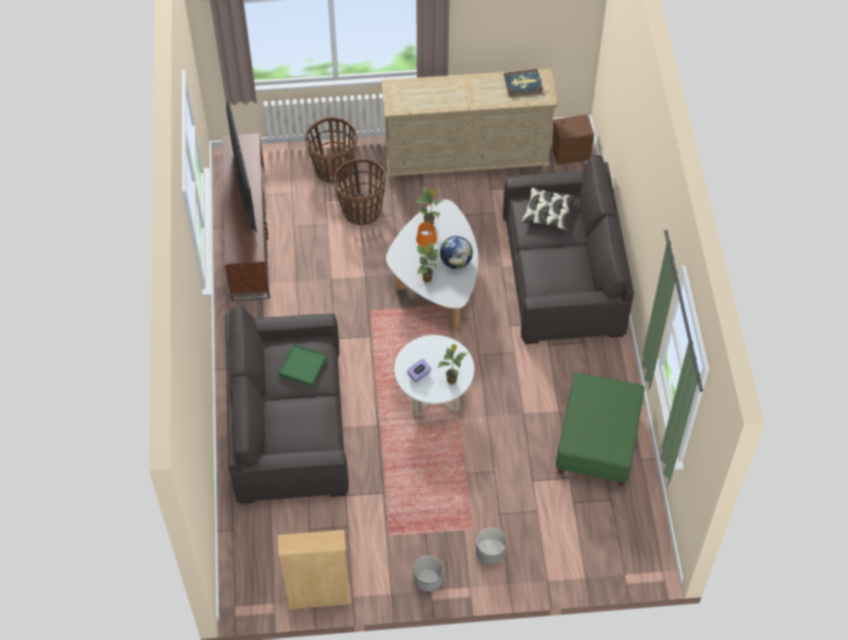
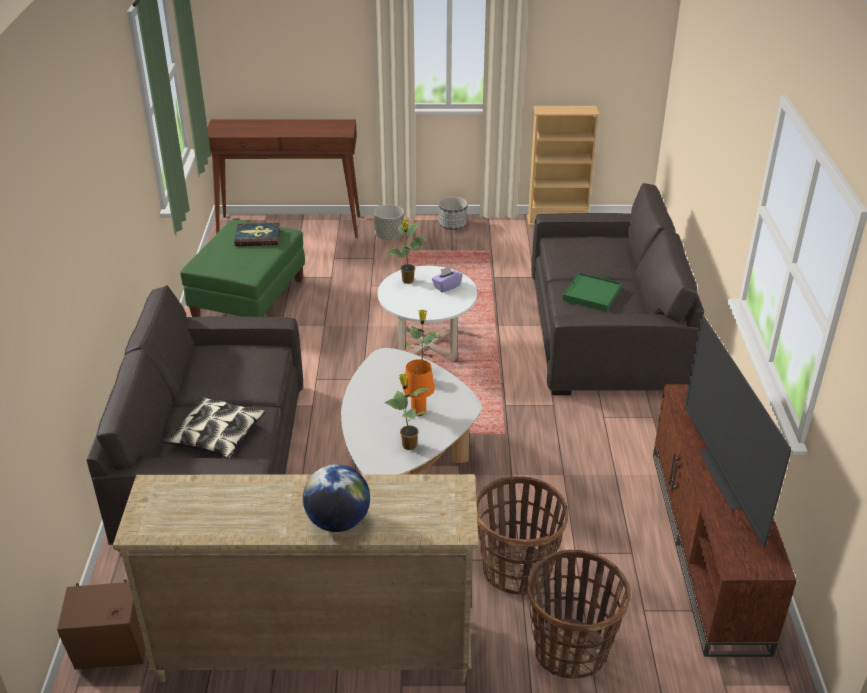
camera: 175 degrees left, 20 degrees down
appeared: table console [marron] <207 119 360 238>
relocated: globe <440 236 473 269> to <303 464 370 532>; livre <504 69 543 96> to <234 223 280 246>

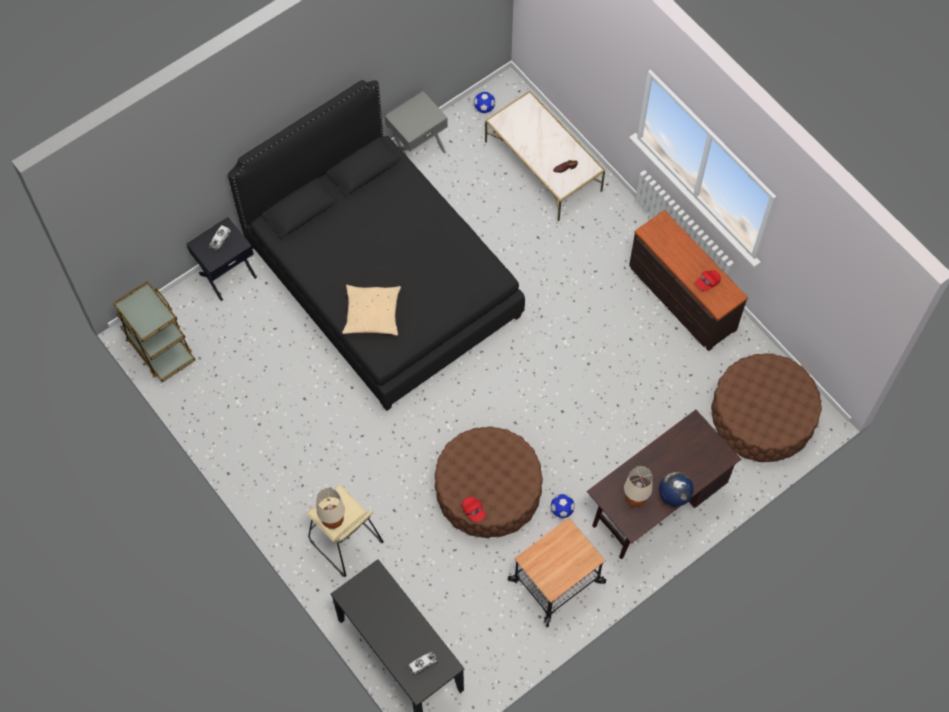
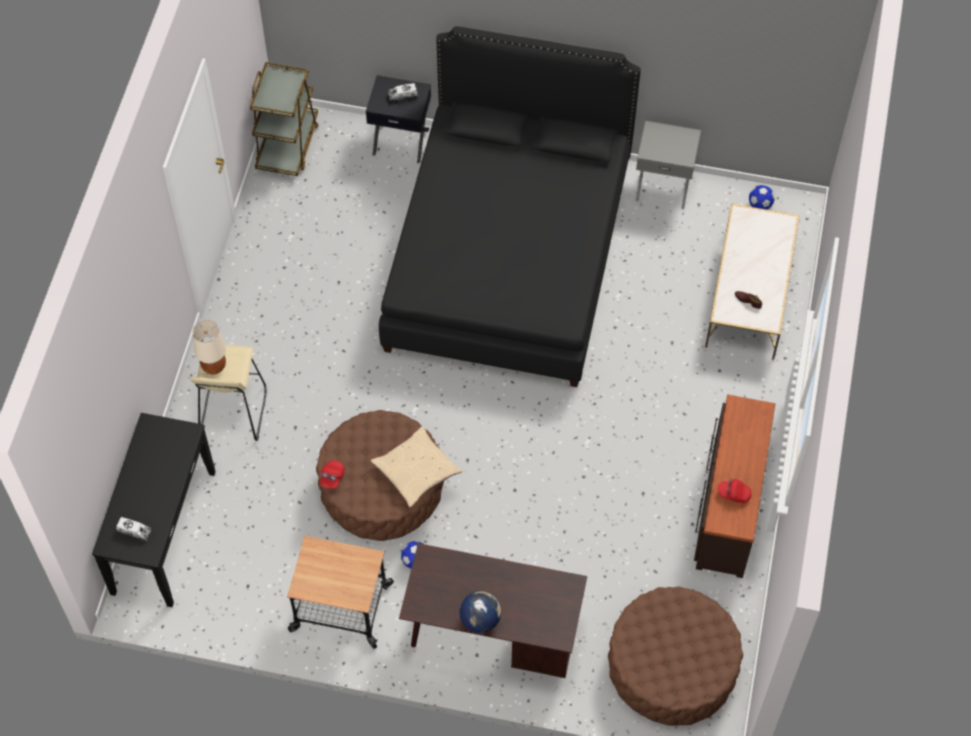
camera: 50 degrees right, 5 degrees down
missing: lampe de table [beige] <624 466 653 507>
relocated: coussin [beige] <342 285 401 336> to <371 426 463 507>

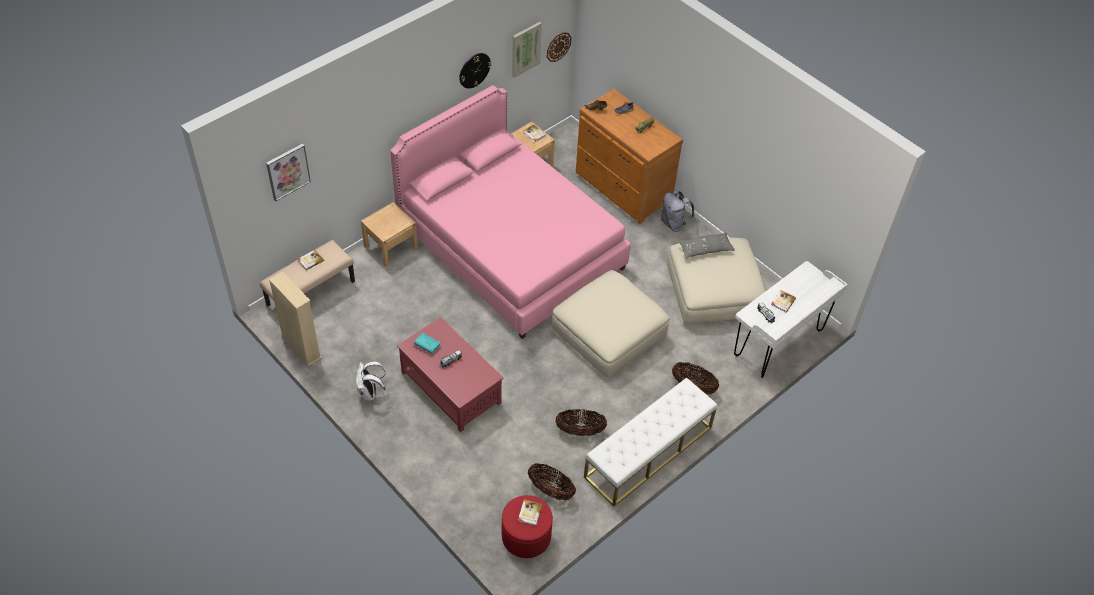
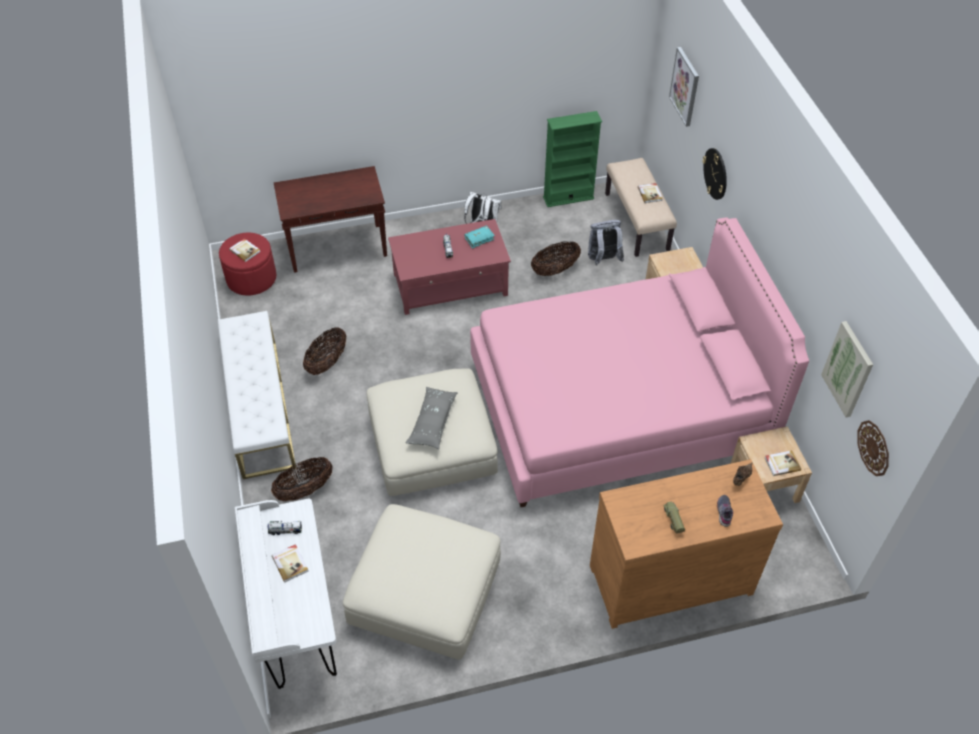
camera: 120 degrees right, 0 degrees up
appeared: table console [marron] <274 166 387 273>
relocated: horloge murale <459 53 491 89> to <702 148 727 200>; panier <528 463 576 500> to <531 241 581 276>; sac à dos [gris] <661 190 694 232> to <588 220 624 265>; coussin [gris] <678 232 735 258> to <406 387 458 450>
colour: bibliothèque [beige] <269 271 322 366> to bibliothèque [vert] <543 111 602 207>

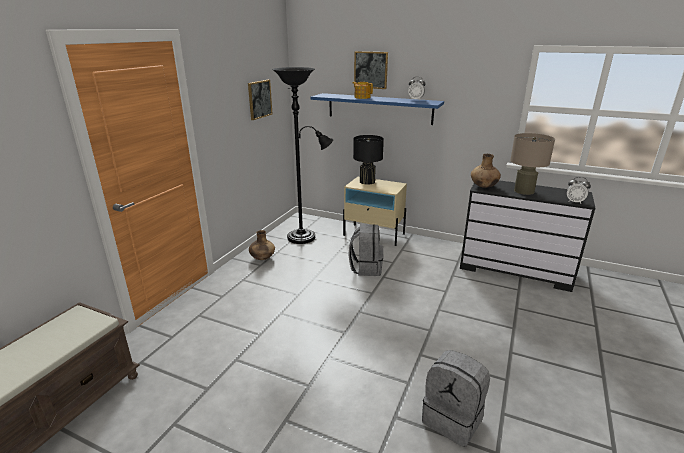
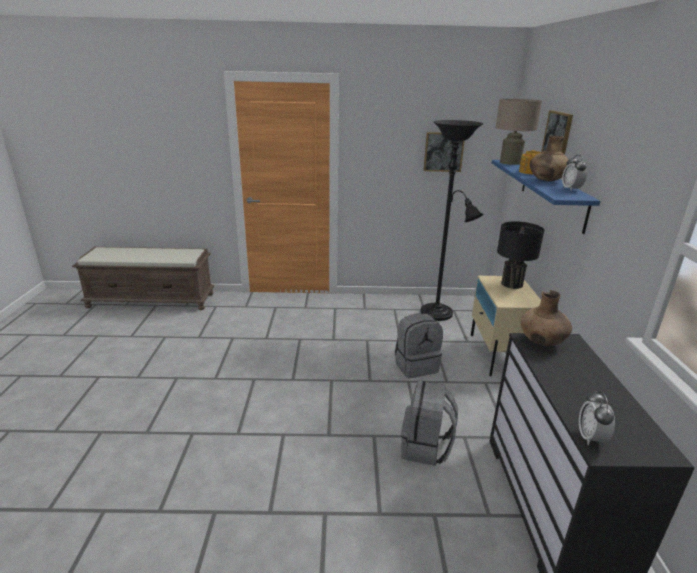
camera: 65 degrees right, 0 degrees up
relocated: vase [marron] <249 230 275 260> to <530 136 569 181>; sac à dos [gris] <422 350 490 447> to <401 381 458 466>; lampe de table [beige] <510 133 555 195> to <495 99 542 165>

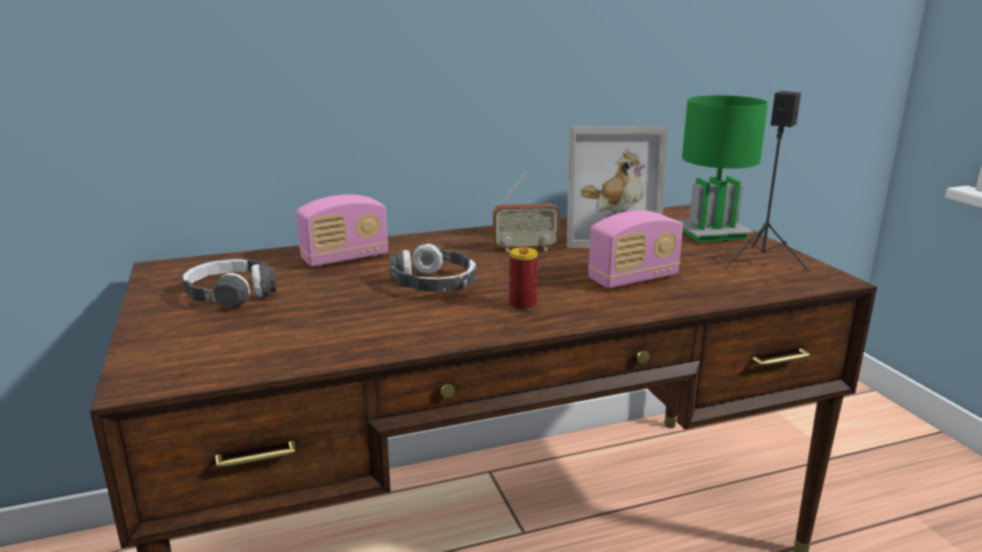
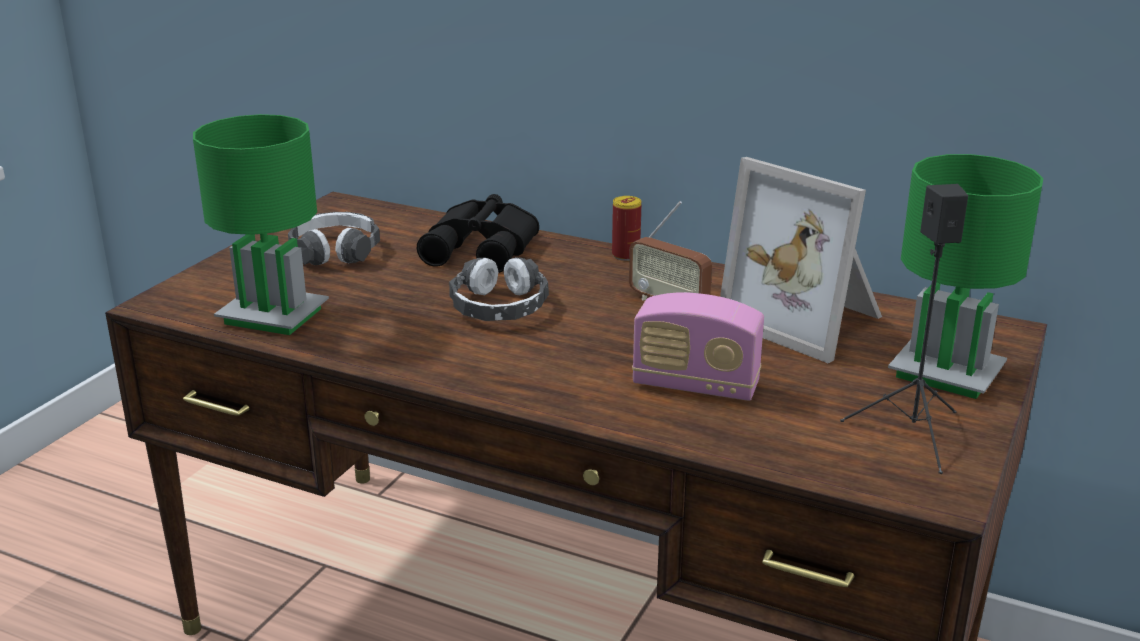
camera: 45 degrees right, 5 degrees up
appeared: lampe de table [vert] <193 114 329 335>
relocated: boîte métallique <509 247 538 311> to <612 196 641 261>
exchanged: radio <296 194 388 267> to jumelles [noir] <417 194 539 273>

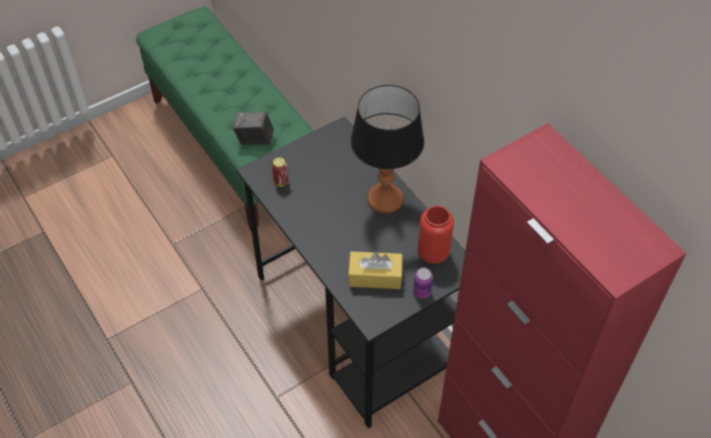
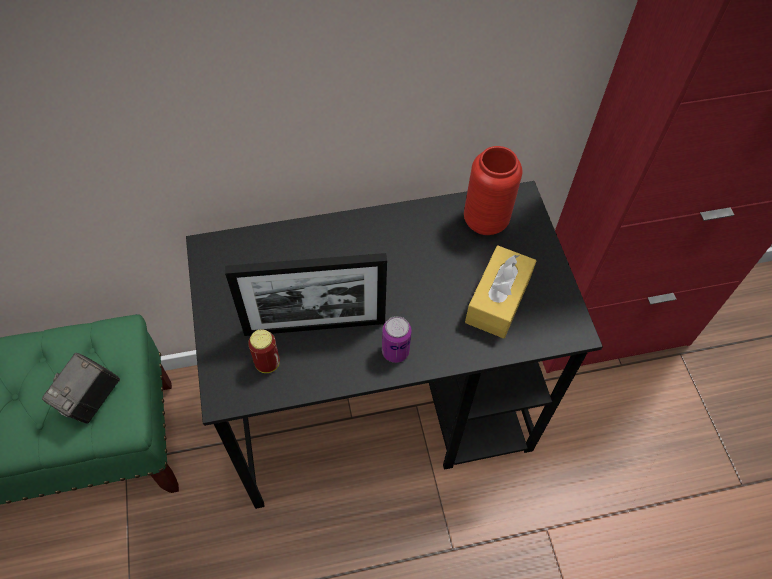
camera: 70 degrees left, 5 degrees up
missing: lampe de table <351 85 424 214>
appeared: cadre photo <225 253 387 336>
relocated: boîte métallique <413 267 433 299> to <382 316 412 363>

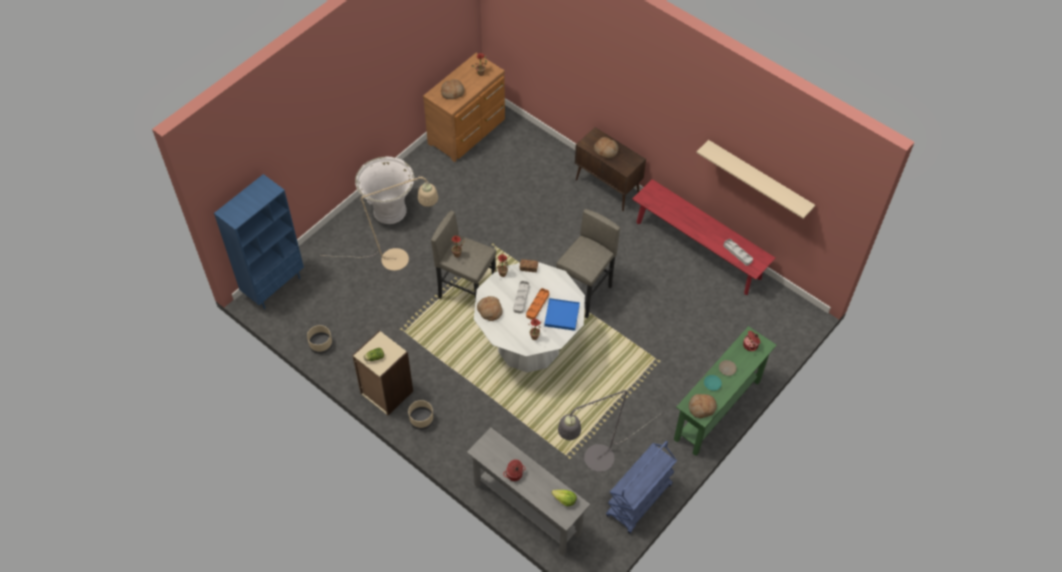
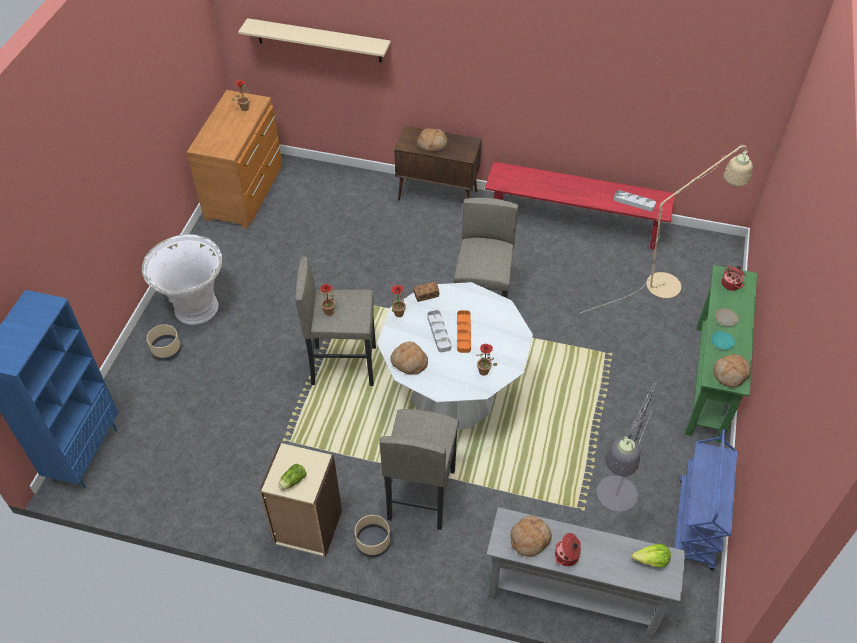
camera: 25 degrees left, 5 degrees down
missing: plateau [bleu] <544 298 580 331>
appeared: tabouret [gris] <379 409 459 530>
relocated: cache-pot [beige] <307 325 333 354> to <147 325 181 361>; lampadaire [beige] <320 176 438 271> to <580 144 753 313>; pain <441 79 464 99> to <510 515 552 557>; étagère [beige] <697 140 815 219> to <238 18 391 63>

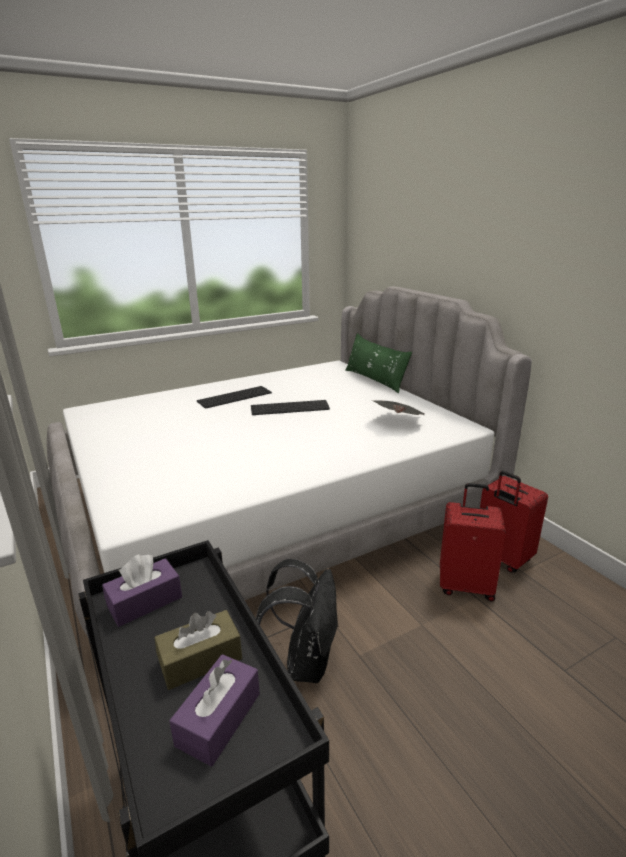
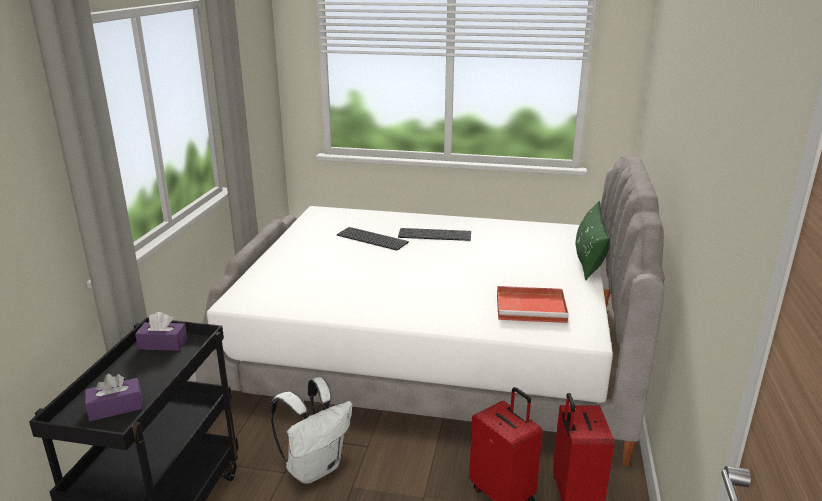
camera: 40 degrees right, 0 degrees up
missing: boîte à mouchoirs [marron] <154 610 242 690>
relocated: clavier <251 400 330 415> to <337 227 409 250>
exchanged: journal <370 400 424 415> to plateau [rouge] <497 286 569 323>
colour: sac à dos [noir] <256 559 339 683> to sac à dos [blanc] <270 377 352 484>

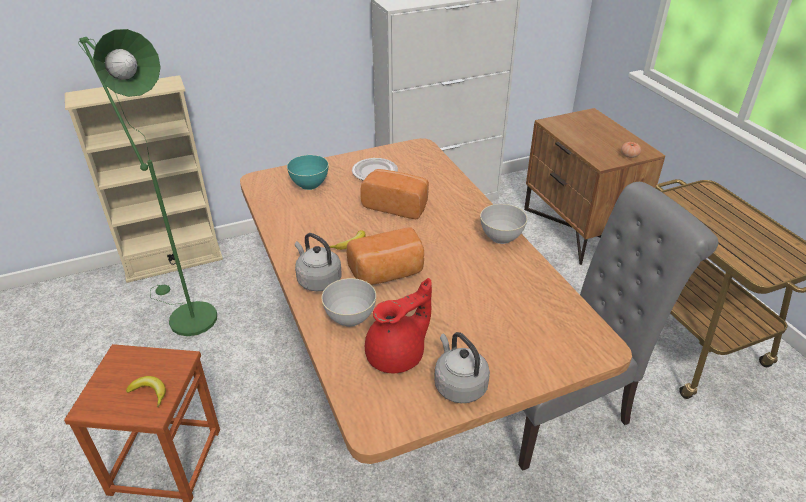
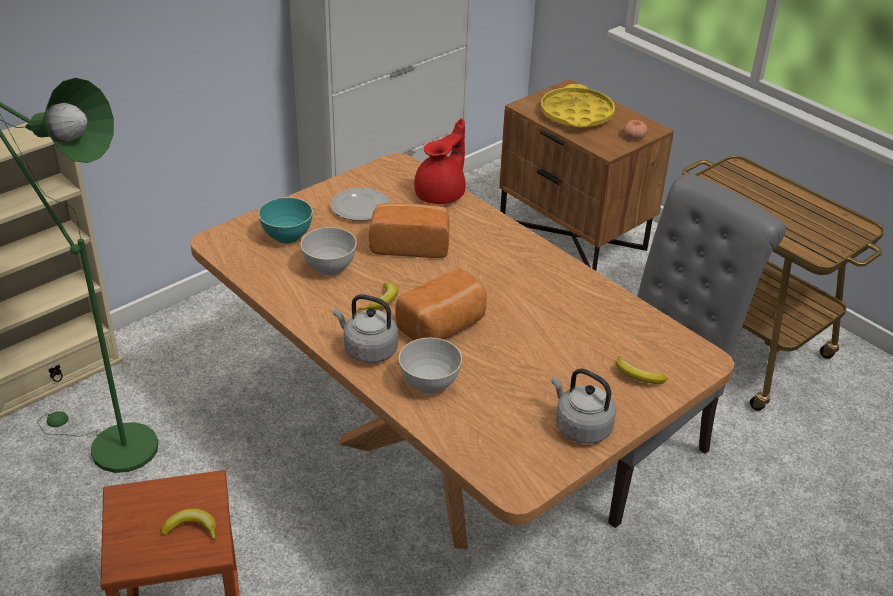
camera: 20 degrees left, 0 degrees up
appeared: plateau [jaune] <541 84 615 127>; banane <616 356 667 384>
relocated: théière [rouge] <365 278 432 374> to <414 118 466 204>; bol [gris] <480 204 527 244> to <301 227 357 275>

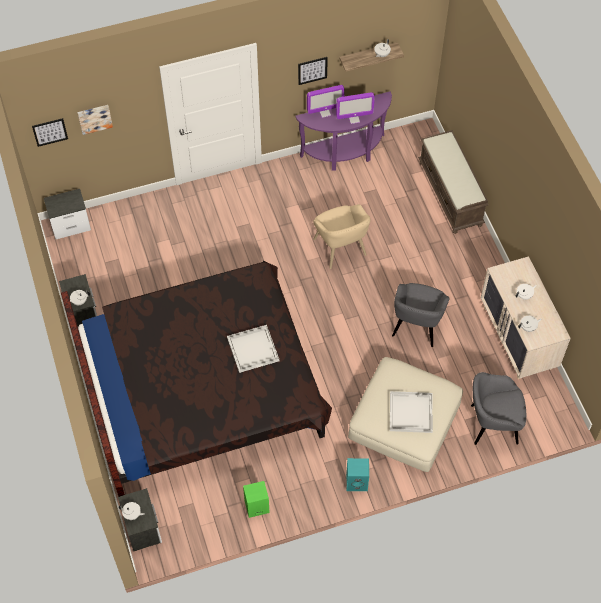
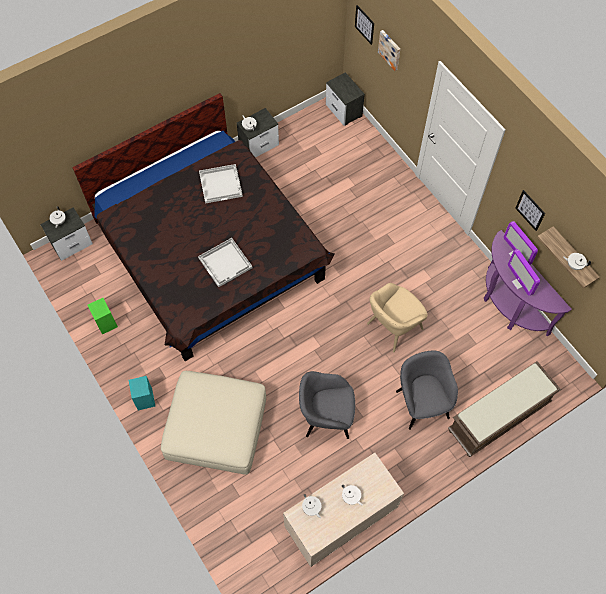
camera: 75 degrees right, 5 degrees up
relocated: plateau [blanc] <390 391 433 433> to <199 164 243 204>; fauteuil [gris] <471 372 526 445> to <396 351 458 430>

